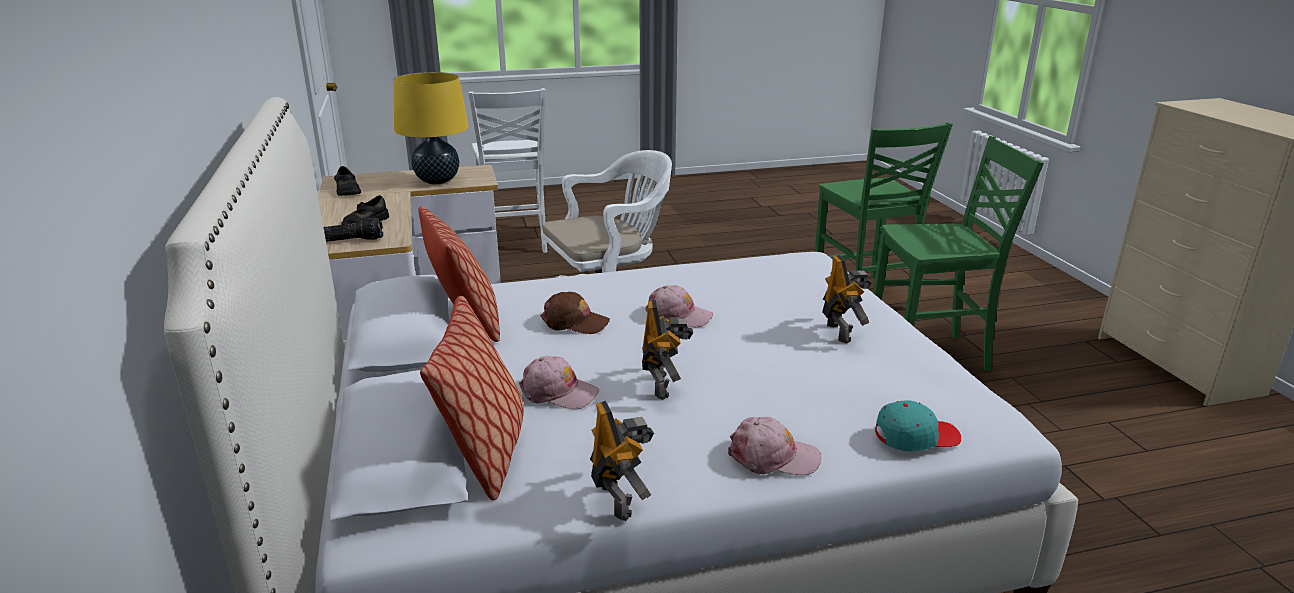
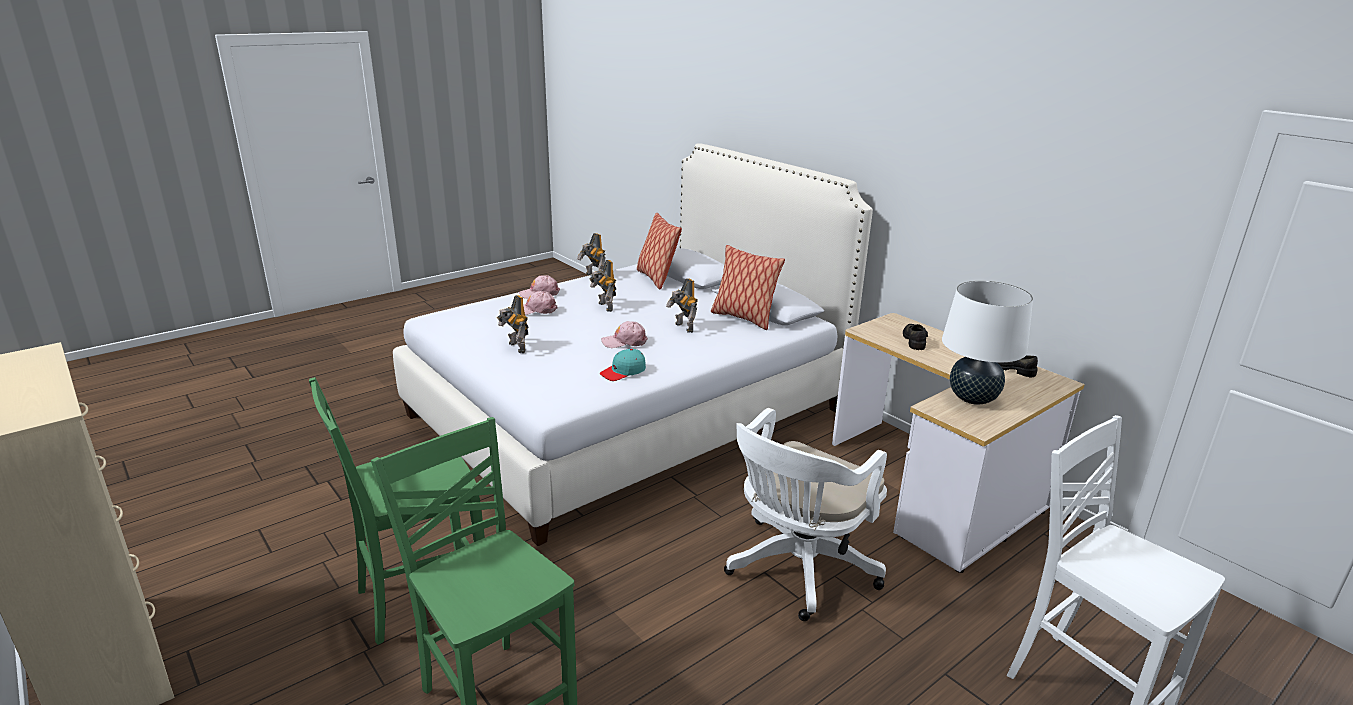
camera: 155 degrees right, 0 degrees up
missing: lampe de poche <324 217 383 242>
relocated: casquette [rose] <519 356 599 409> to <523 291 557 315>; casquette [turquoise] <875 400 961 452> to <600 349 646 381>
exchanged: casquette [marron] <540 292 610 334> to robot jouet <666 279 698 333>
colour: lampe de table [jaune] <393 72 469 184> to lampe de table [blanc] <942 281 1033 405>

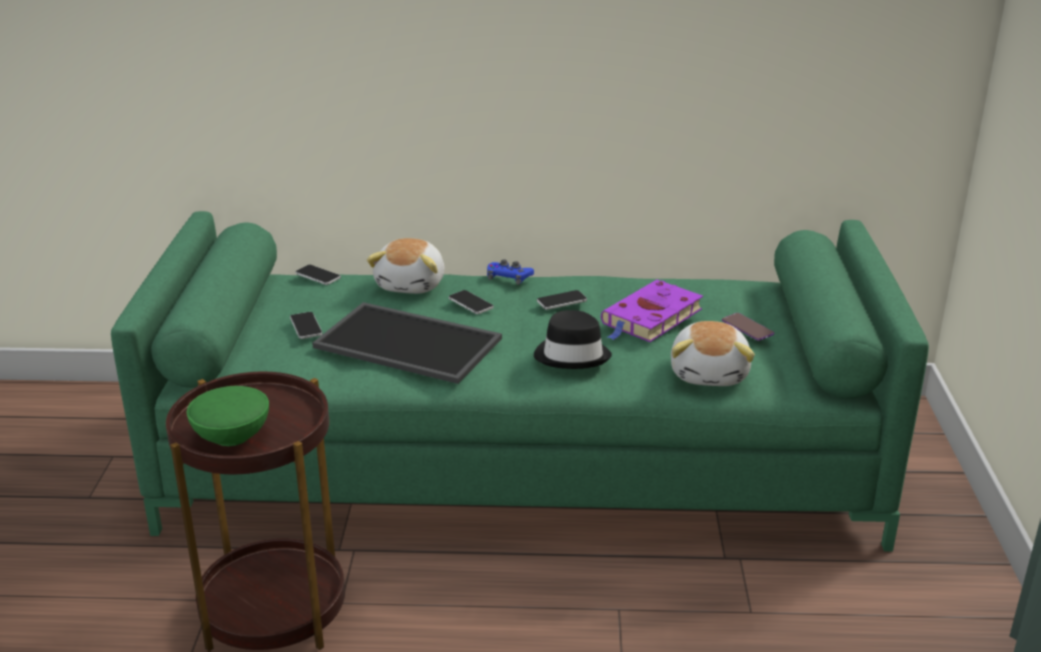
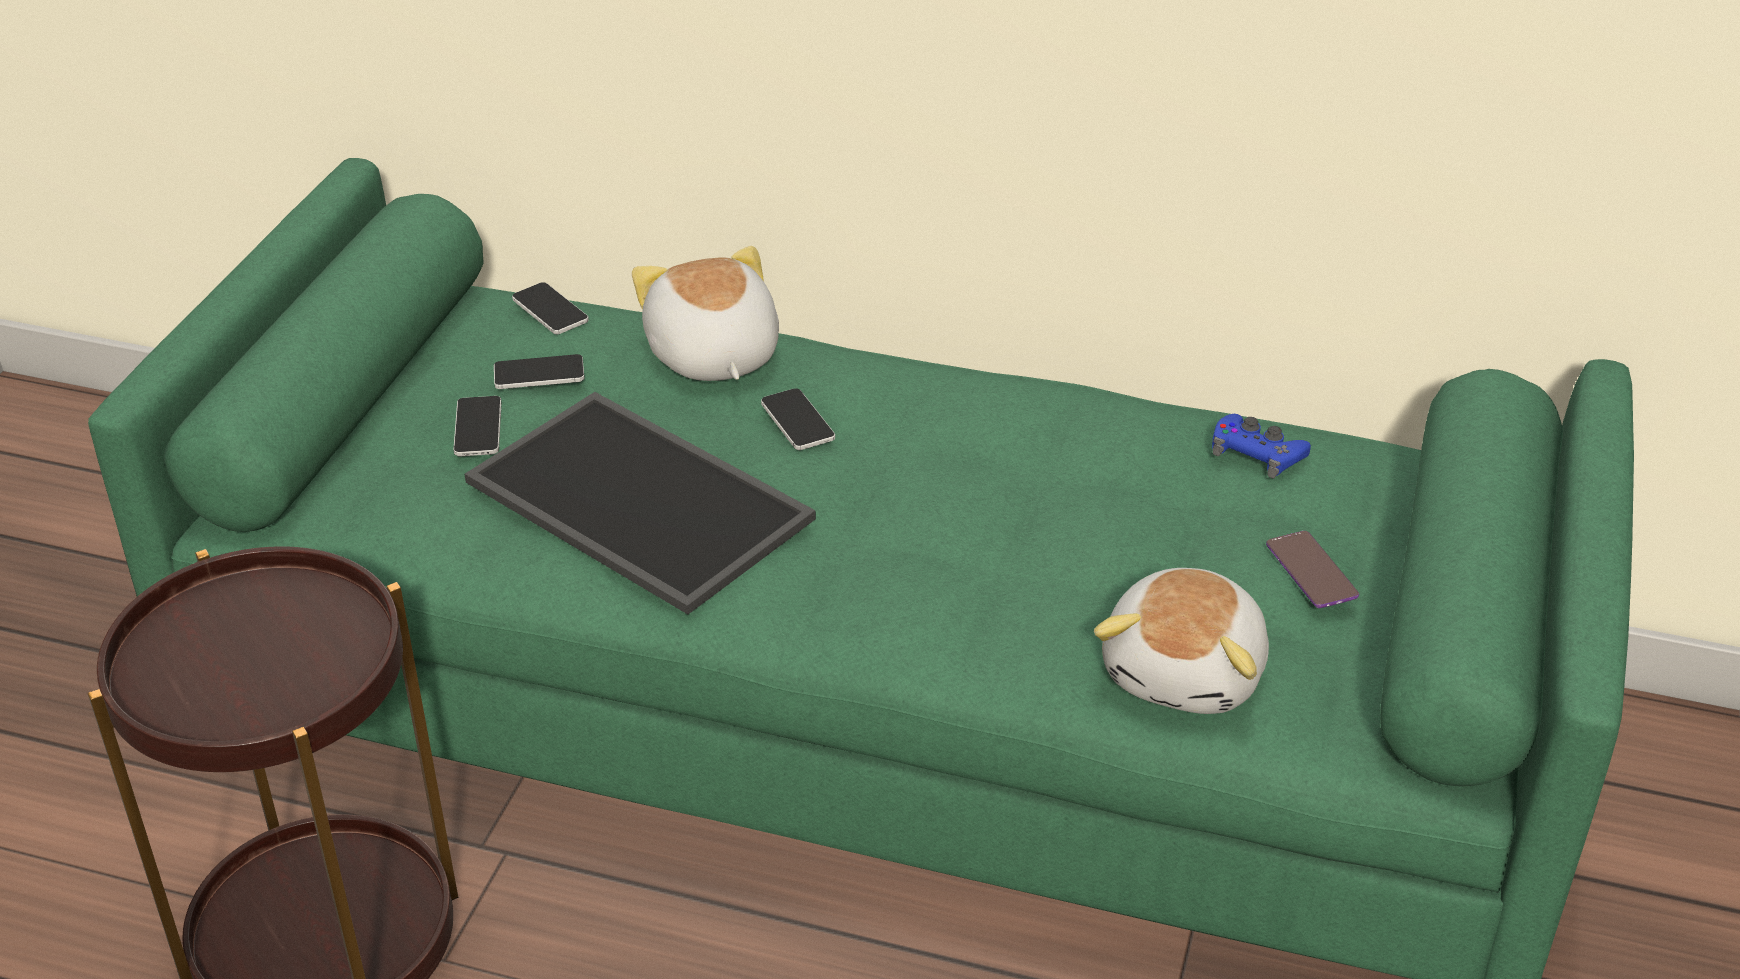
camera: 15 degrees right, 10 degrees up
missing: bol [vert] <187 386 269 446>; chapeau [noir] <534 310 612 369>; livre [violet] <601 280 703 342>
relocated: manette [bleu] <487 259 534 285> to <1212 414 1311 479>; téléphone <537 290 587 310> to <494 354 585 389>
spun: peluche <367 238 445 294> = <632 246 779 381> 135 degrees clockwise

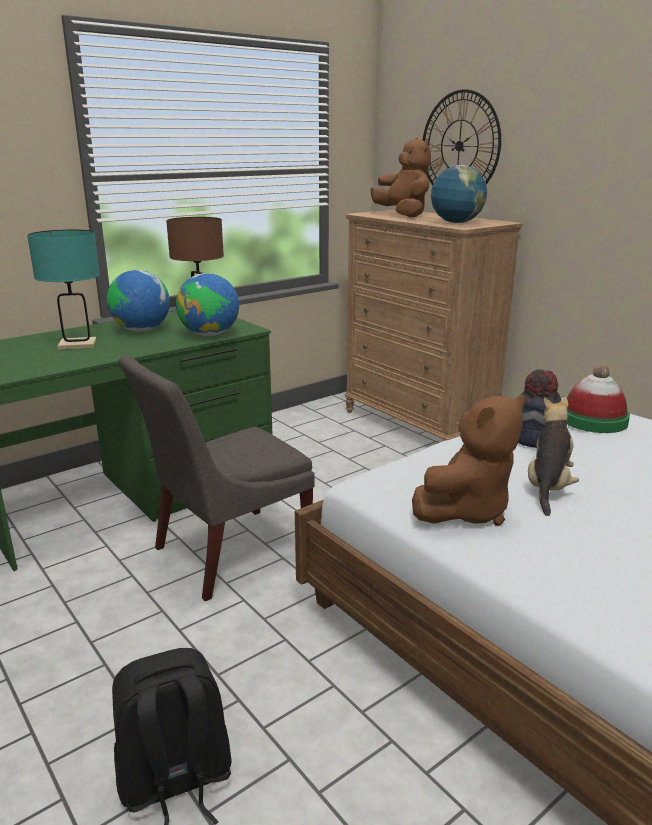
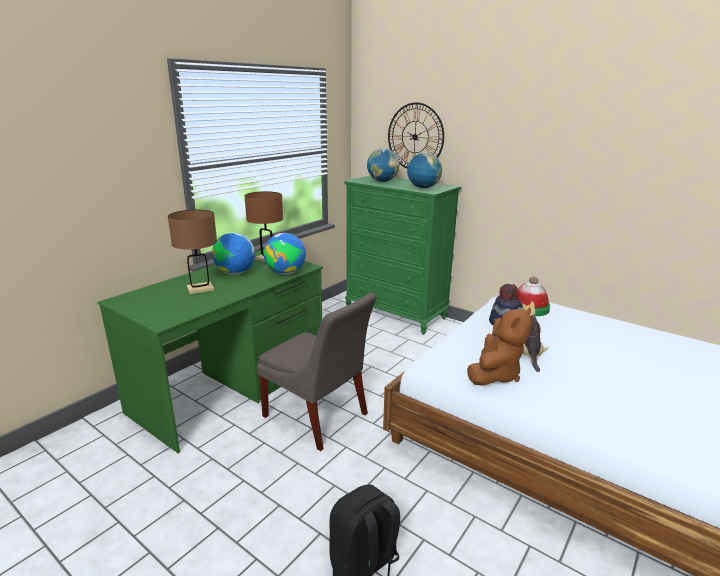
camera: 15 degrees left, 0 degrees up
exchanged: peluche [marron] <370 138 431 218> to globe <367 148 400 182>
colour: lampe de table [turquoise] <27 229 100 350> to lampe de table [marron] <168 210 217 294>; commode [marron] <345 210 523 441> to commode [vert] <344 175 461 335>
spun: chaise [gris] <119 355 315 601> = <257 293 377 451> 90 degrees counterclockwise

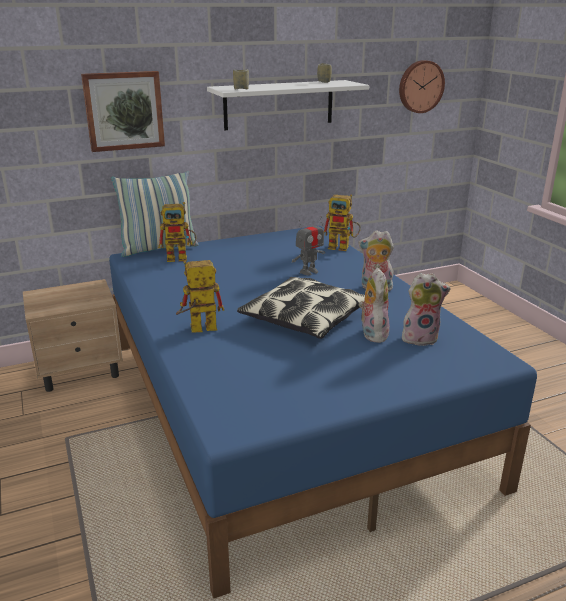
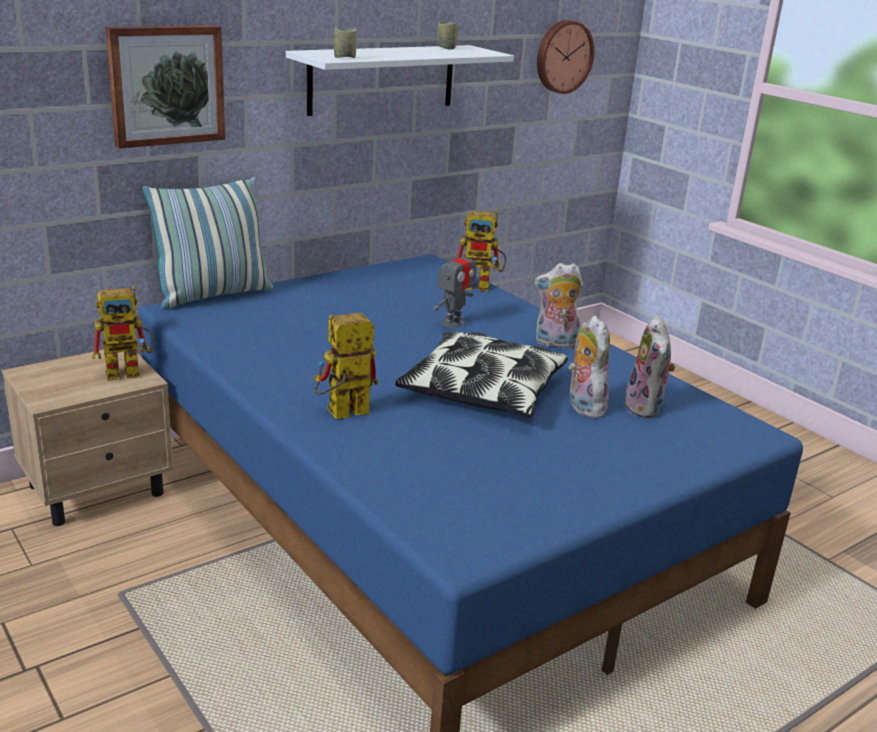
camera: 15 degrees left, 0 degrees up
relocated: robot jouet <158 202 196 262> to <92 286 154 381>
spun: peluche <402 273 451 346> = <624 316 675 418> 105 degrees clockwise

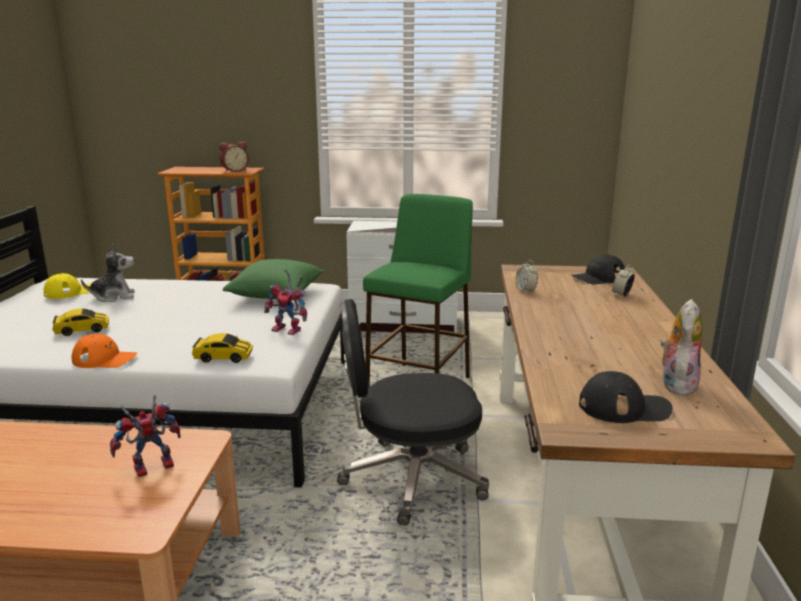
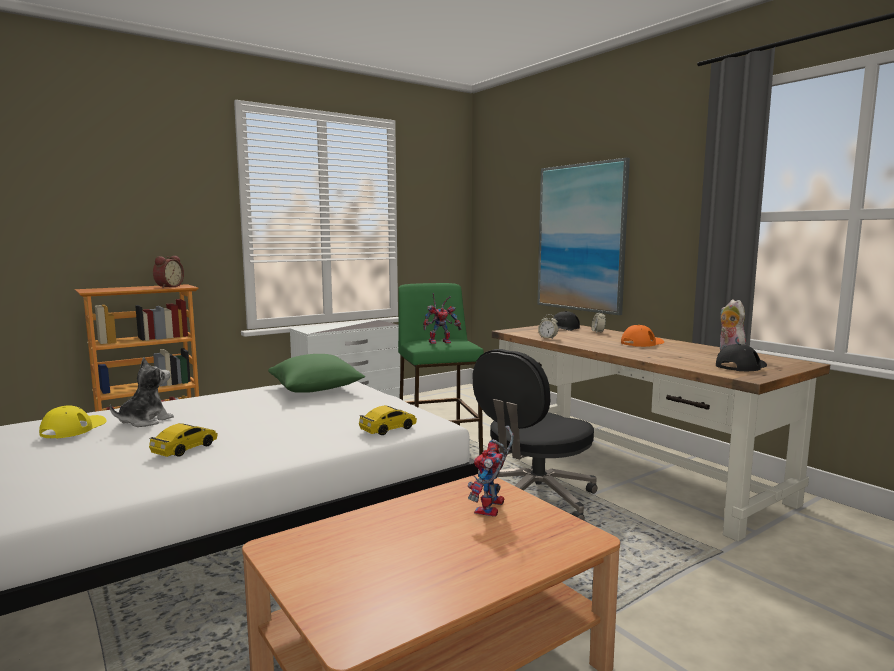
camera: 40 degrees left, 10 degrees down
appeared: tableau <537 158 630 315>
relocated: casquette [orange] <71 334 137 368> to <621 325 664 347>; robot jouet <264 269 307 335> to <423 293 462 344>

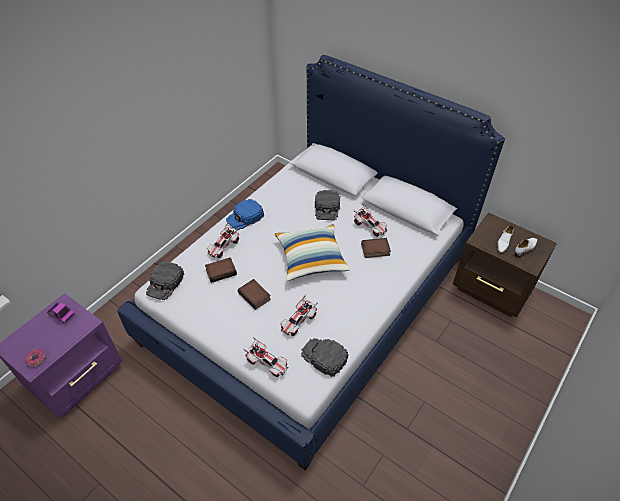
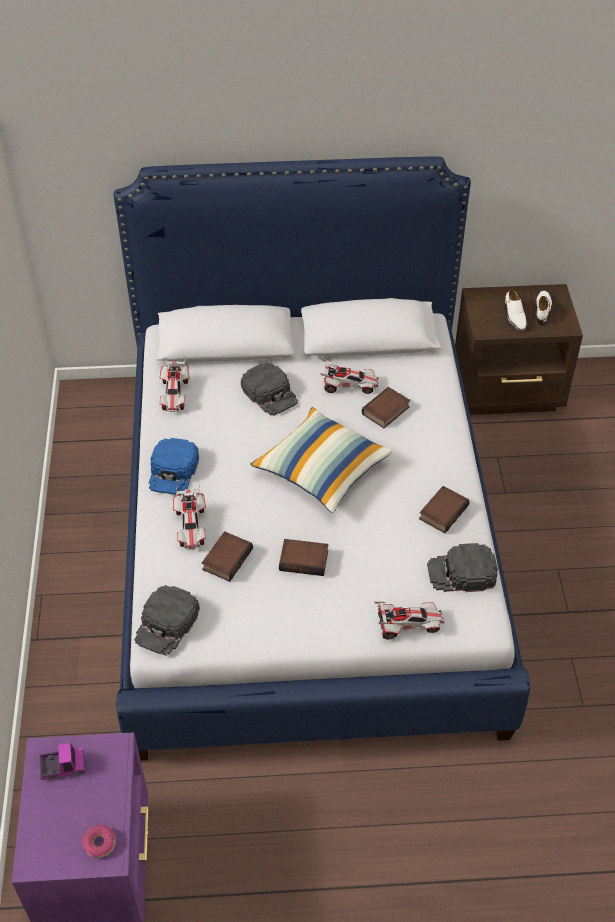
camera: 40 degrees left, 0 degrees up
appeared: livre <419 486 470 533>
relocated: petite voiture <281 295 318 336> to <160 358 189 412>
spun: casquette [noir] <146 262 184 300> = <134 585 200 655> 45 degrees clockwise

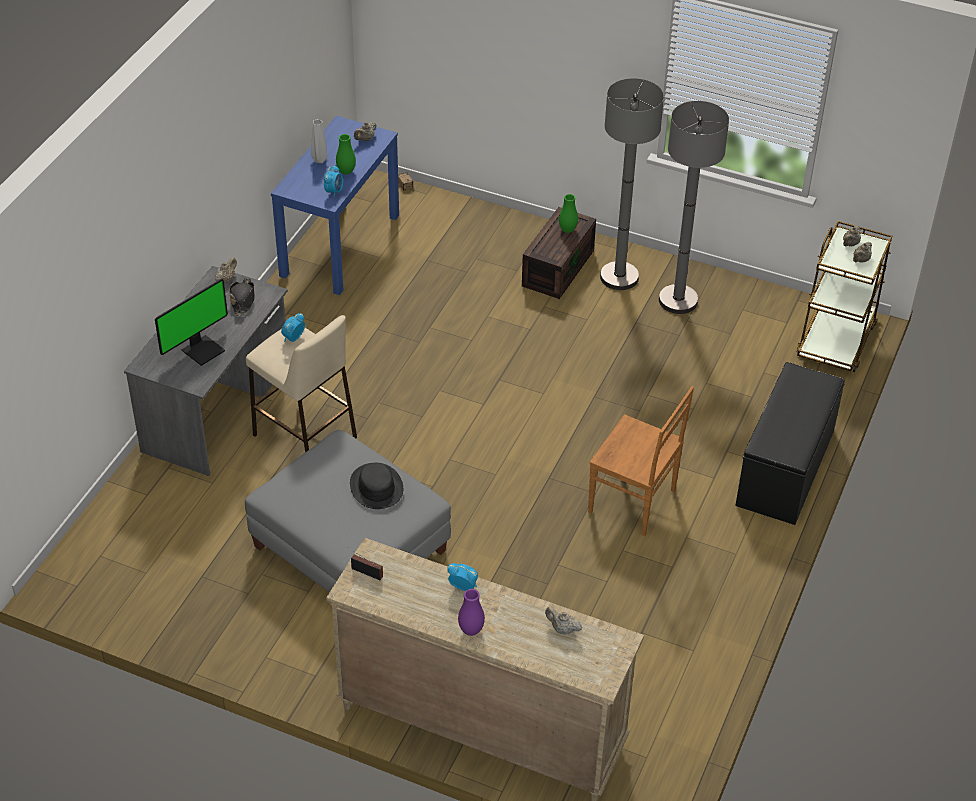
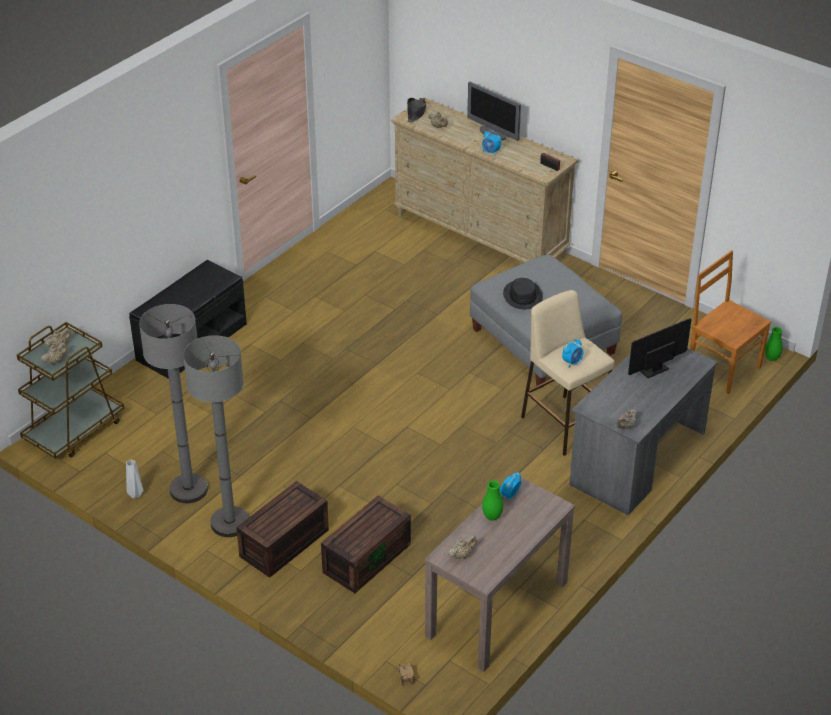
camera: 165 degrees left, 5 degrees down
appeared: boîte de rangement [marron] <321 495 411 593>
relocated: chapeau [noir] <229 278 254 316> to <407 98 426 122>; vase [gris] <311 119 327 163> to <126 460 143 499>; vase [vert] <559 194 578 233> to <765 327 783 361>; chaise [marron] <588 386 694 536> to <690 250 771 394>
exchanged: vase [violet] <458 589 485 636> to écran d'ordinateur <467 82 521 141>
colour: table console [bleu] <271 116 399 295> to table console [marron] <425 475 575 672>

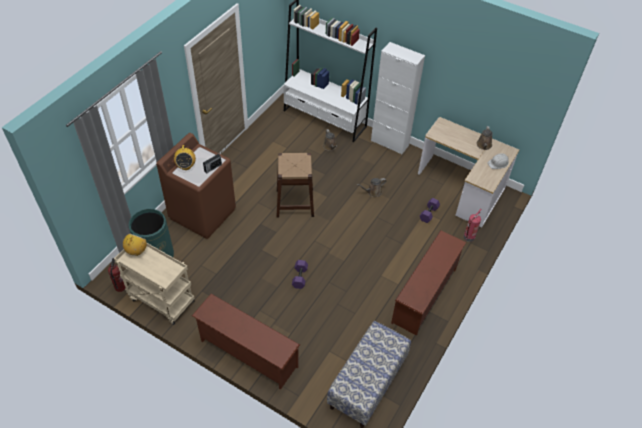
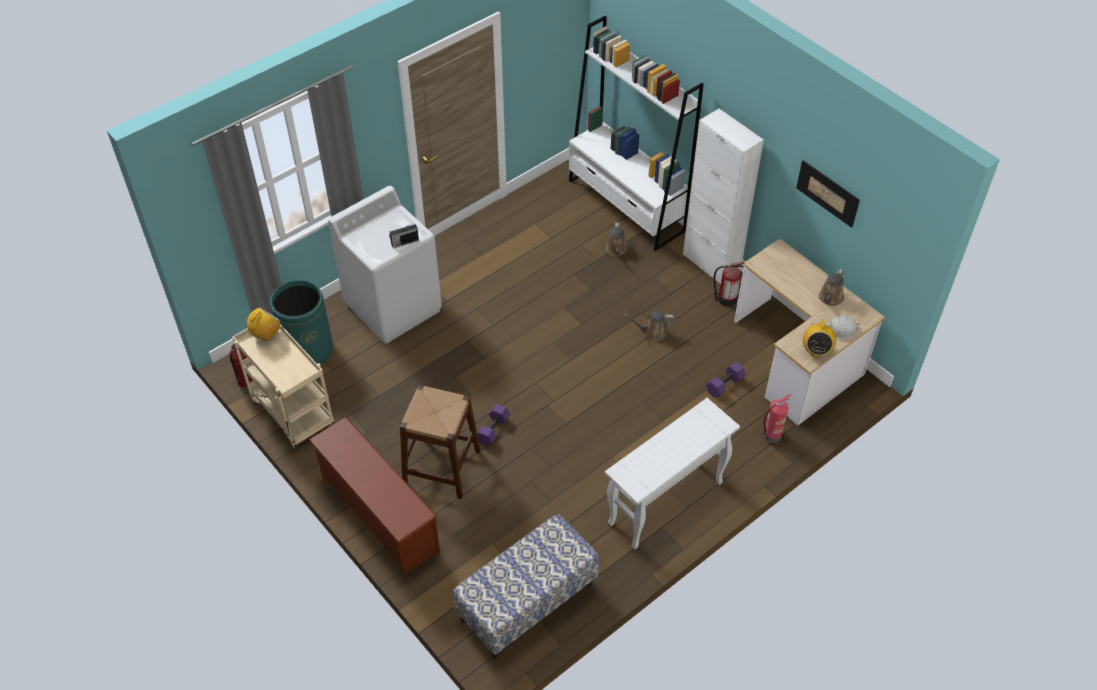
camera: 20 degrees right, 0 degrees up
appeared: extincteur <714 262 745 307>; tableau <796 160 860 228>
relocated: radio <174 145 196 170> to <803 317 836 357>; tabouret [marron] <276 153 314 218> to <400 385 481 499>
exchanged: étagère à chaussures [marron] <391 230 466 336> to table console [blanc] <605 398 740 549>
colour: lave-linge [marron] <156 133 236 239> to lave-linge [blanc] <328 186 442 344>

